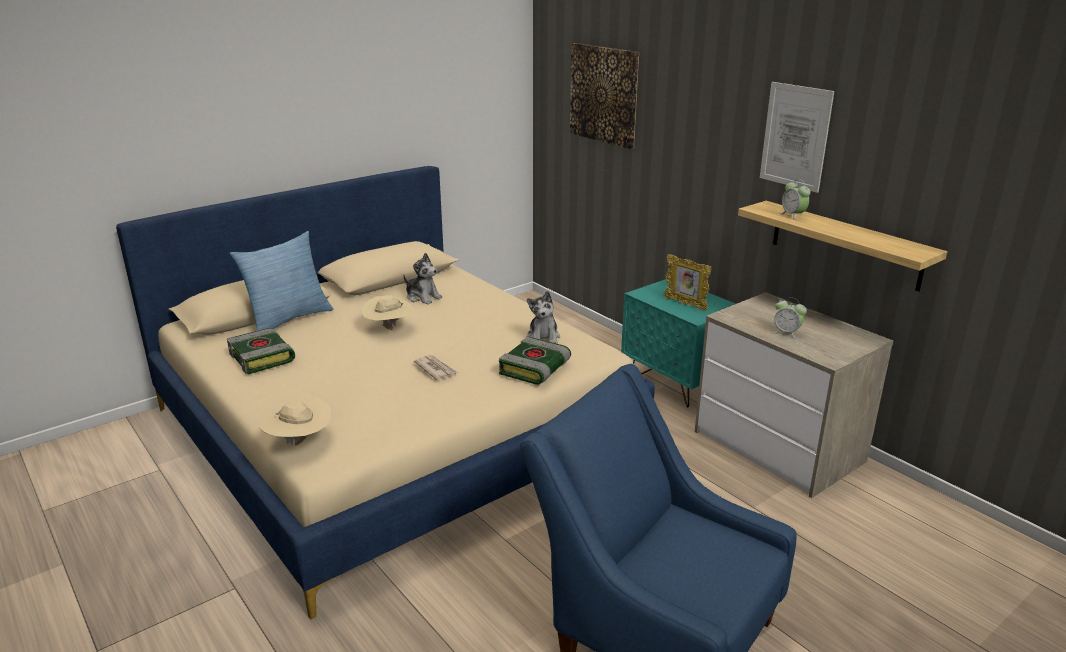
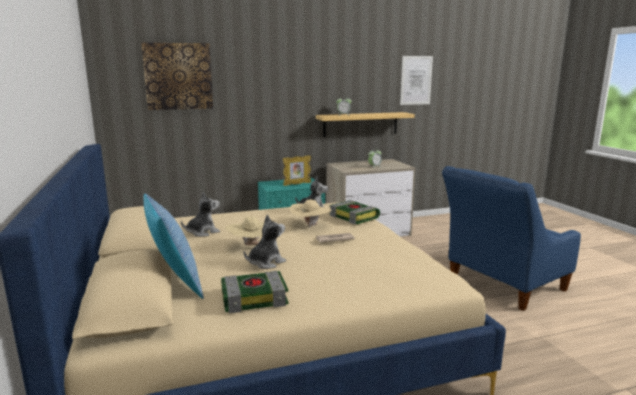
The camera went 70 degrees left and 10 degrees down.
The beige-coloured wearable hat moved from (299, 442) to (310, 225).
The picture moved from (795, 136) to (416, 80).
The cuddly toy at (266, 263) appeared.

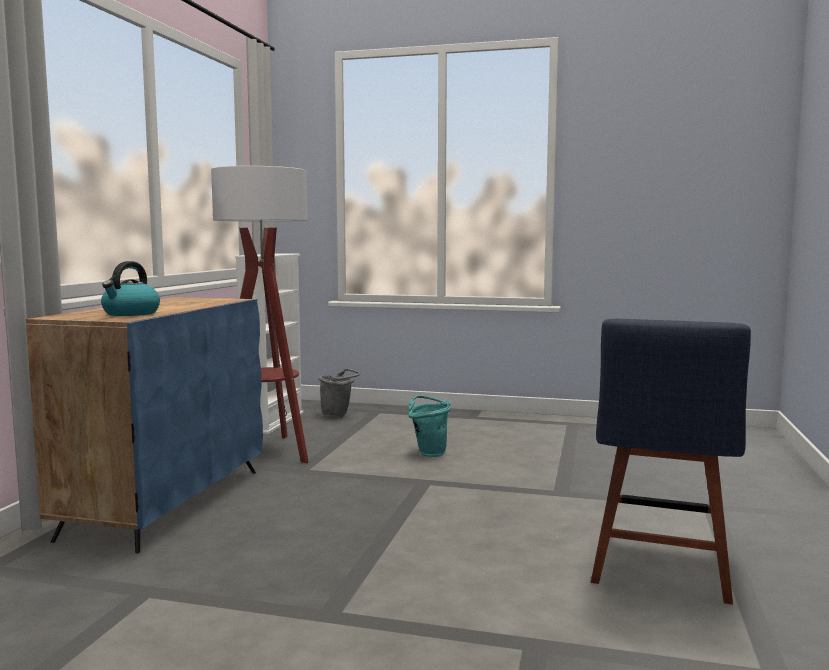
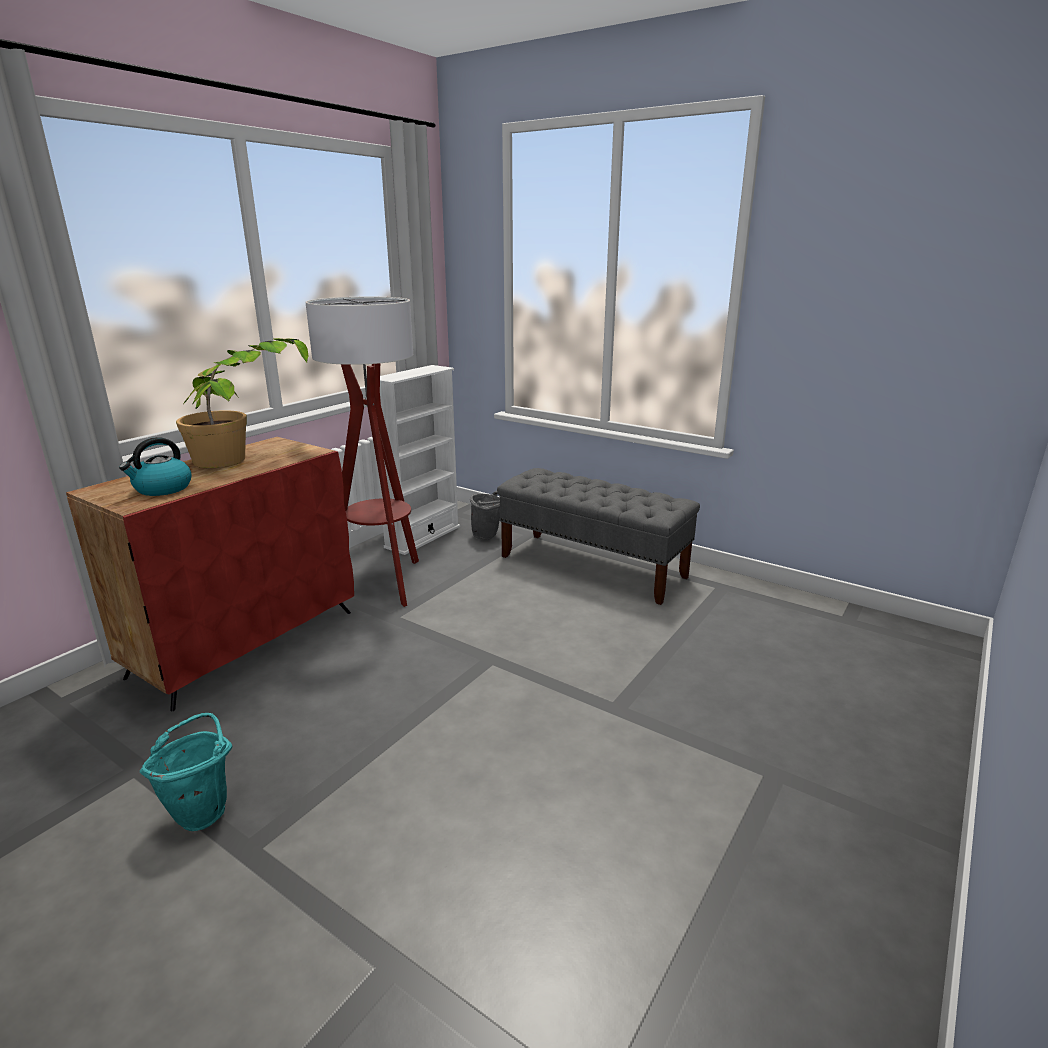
The camera went 20 degrees right and 15 degrees up.
The blue storage cabinet at (166, 502) became the reddish storage cabinet at (247, 642).
The blue-green pail moved from (429, 453) to (203, 810).
The blue chair at (660, 570) disappeared.
The plant in a pot at (247, 459) appeared.
The gray long seat at (592, 566) appeared.

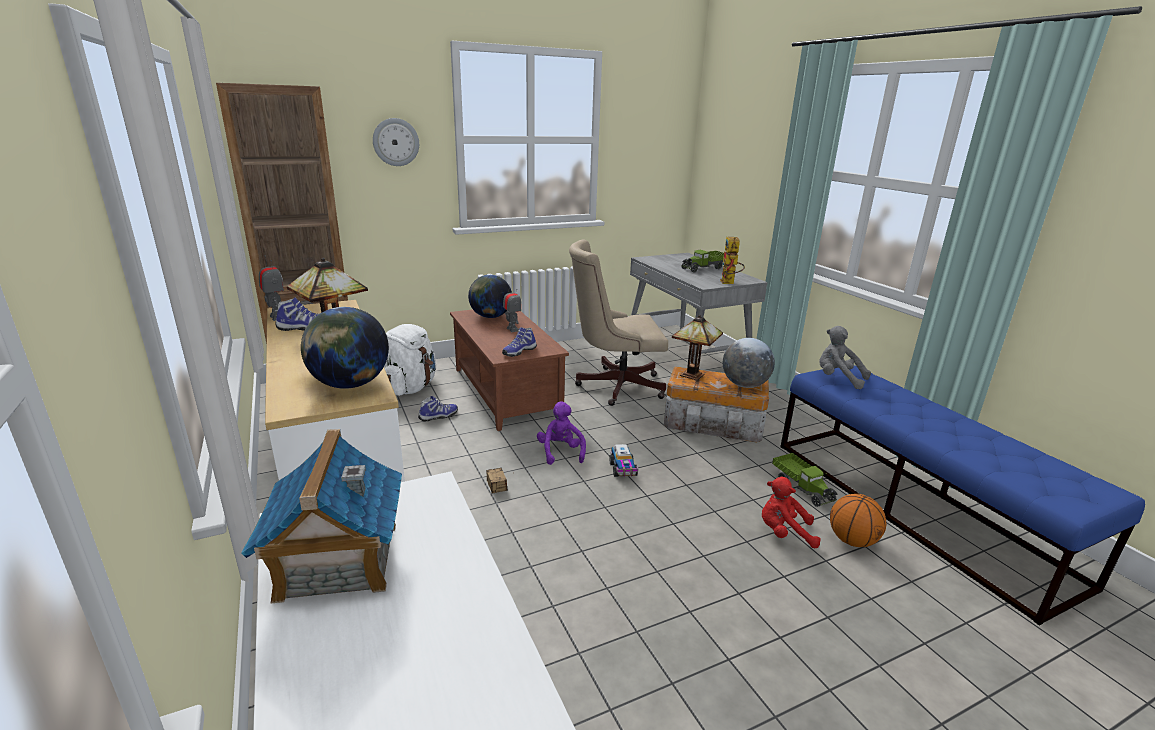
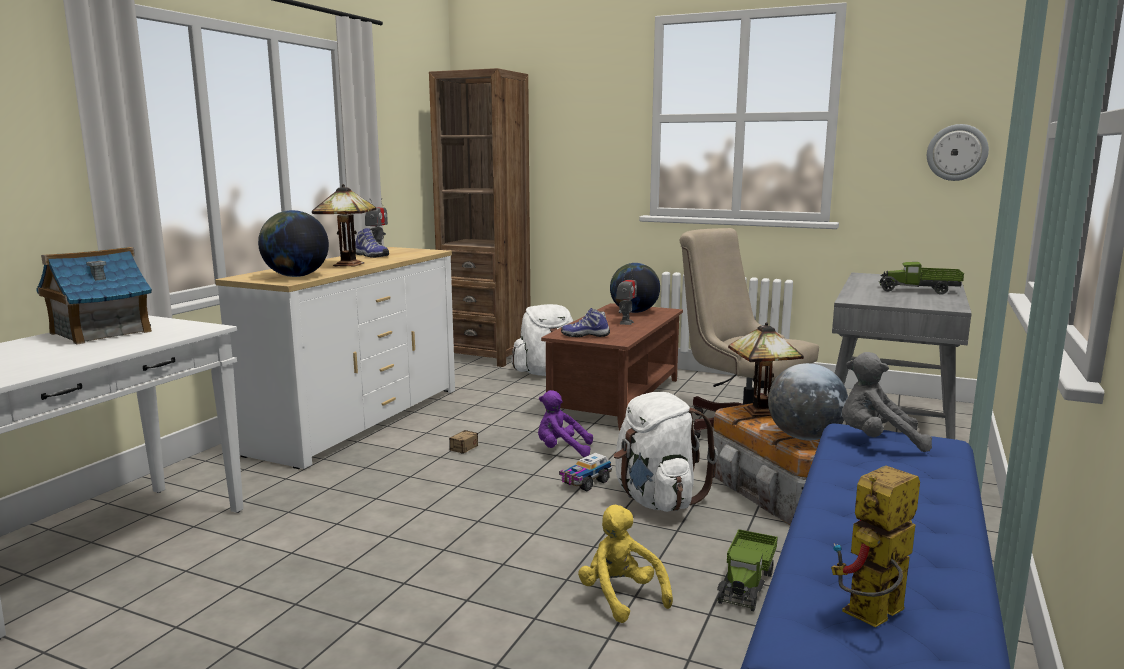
The camera went 50 degrees right and 10 degrees down.
The wall clock moved from (396, 142) to (957, 152).
The shoe at (438, 416) disappeared.
The purple-coloured cuddly toy at (560, 452) turned 120 degrees counterclockwise.
The robot figure moved from (729, 283) to (871, 618).
The reddish cuddly toy at (784, 533) became the yellow-coloured cuddly toy at (621, 597).
The gray cuddly toy at (837, 379) turned 75 degrees counterclockwise.
The ball for basketball at (852, 541) disappeared.
The whitish backpack at (656, 500) appeared.

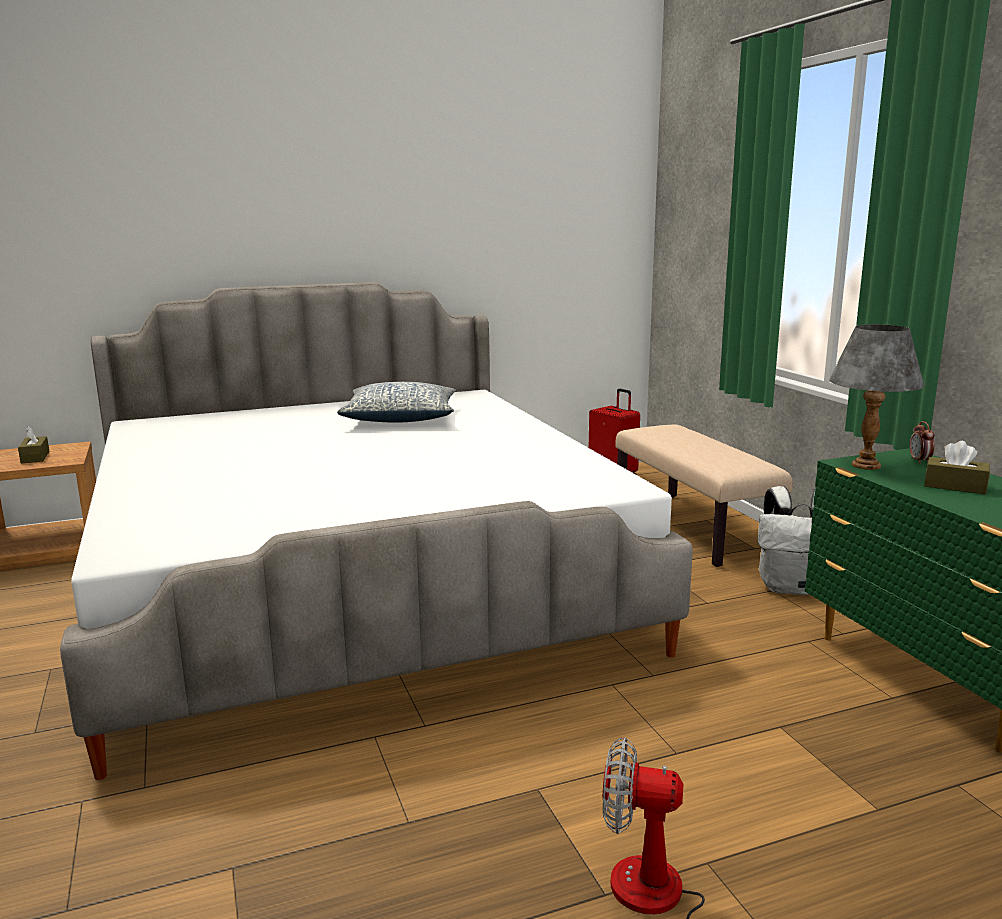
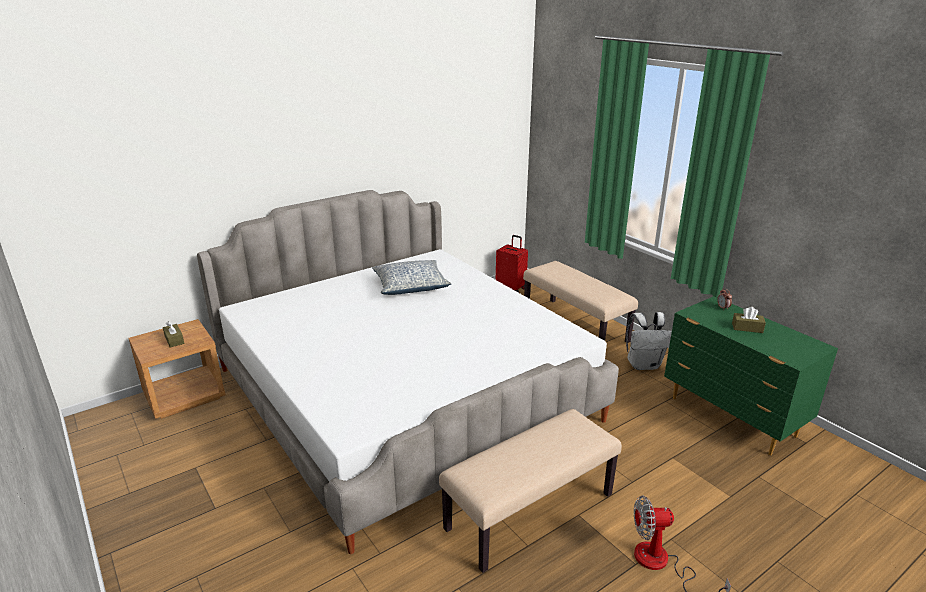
The camera went 15 degrees left and 10 degrees up.
The gray table lamp at (866, 465) disappeared.
The beige-coloured long seat at (529, 510) appeared.

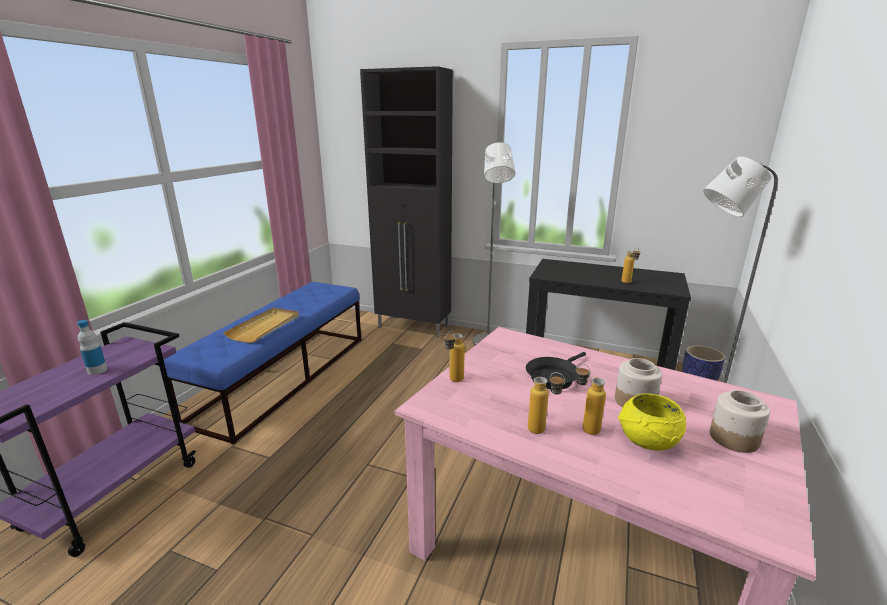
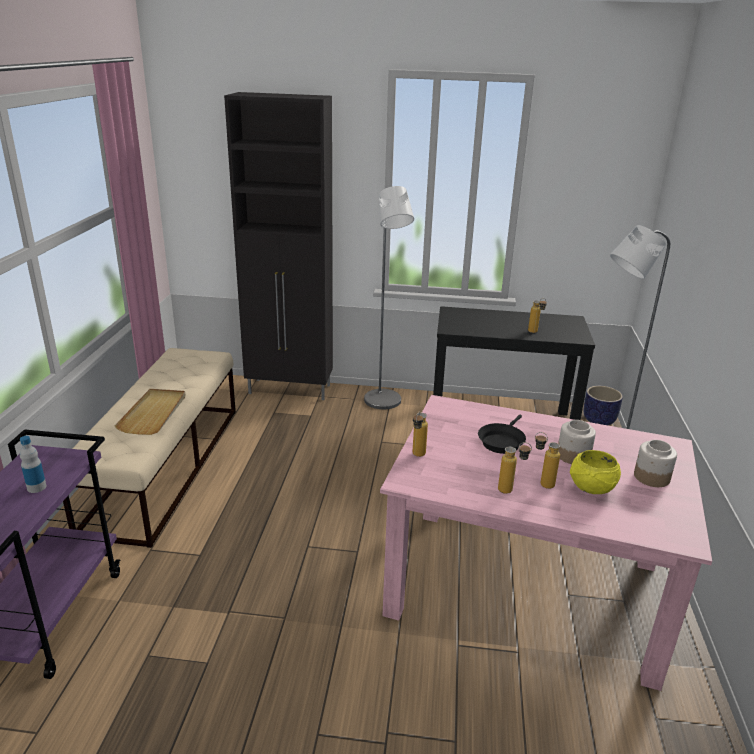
The camera went 15 degrees left and 5 degrees up.
The blue long seat at (284, 376) became the beige-coloured long seat at (165, 466).

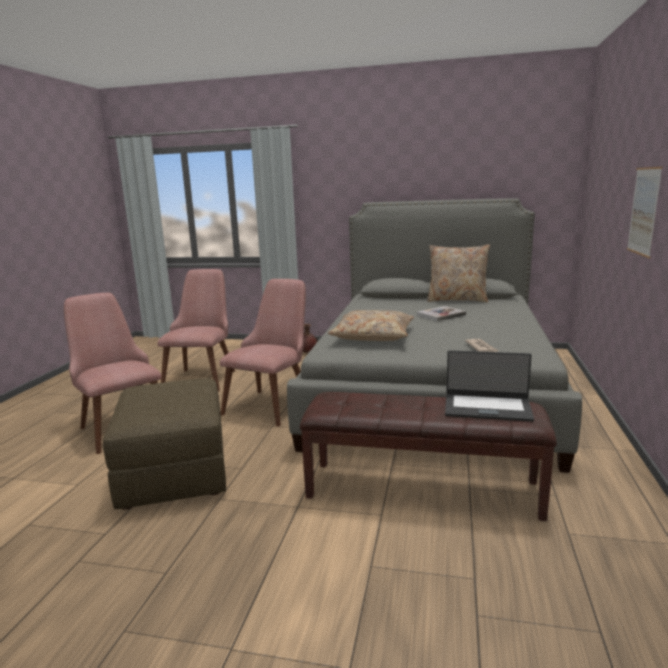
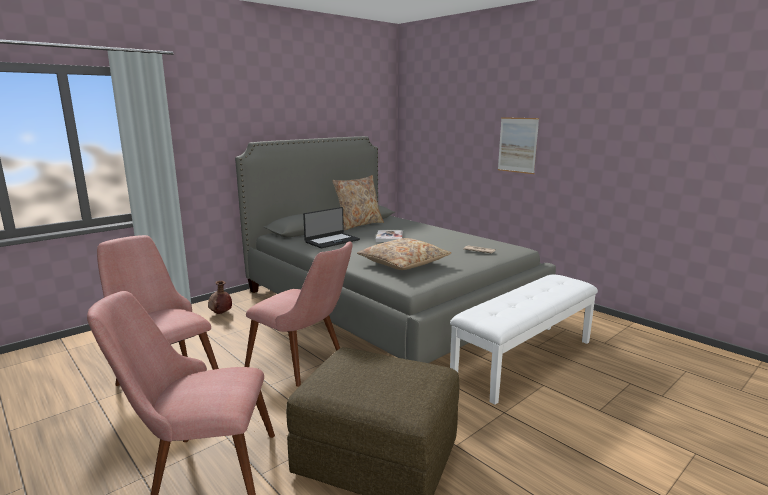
The camera went 55 degrees left and 0 degrees up.
The pink-coloured chair at (273, 403) turned 150 degrees clockwise.
The brown long seat at (422, 488) became the whitish long seat at (523, 359).
The laptop moved from (487, 407) to (332, 241).

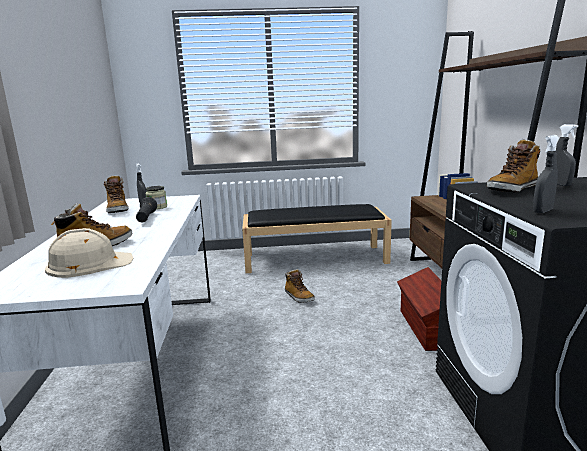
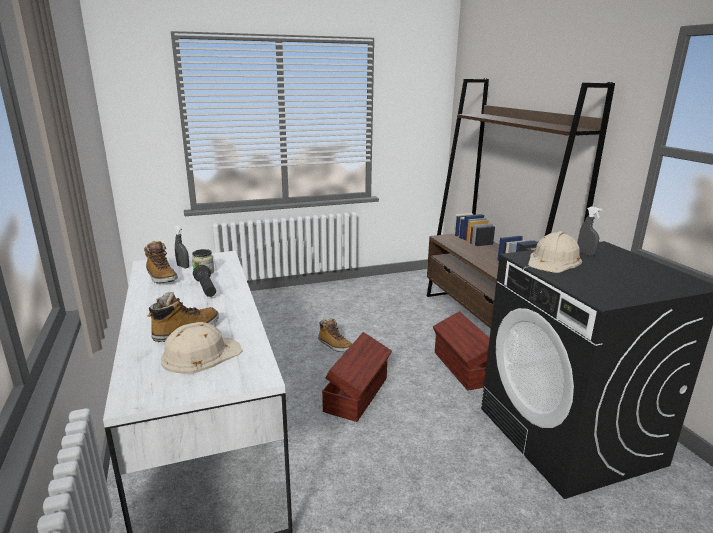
The camera went 15 degrees left and 5 degrees up.
The black long seat at (316, 258) disappeared.
The boot at (512, 189) was replaced by the beige-coloured hard hat at (553, 261).
The gray sprayer at (542, 211) disappeared.
The brown storage box at (357, 394) appeared.

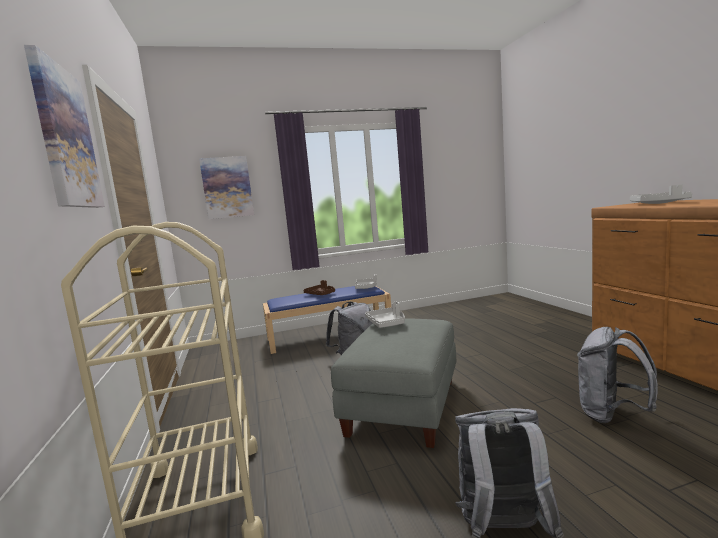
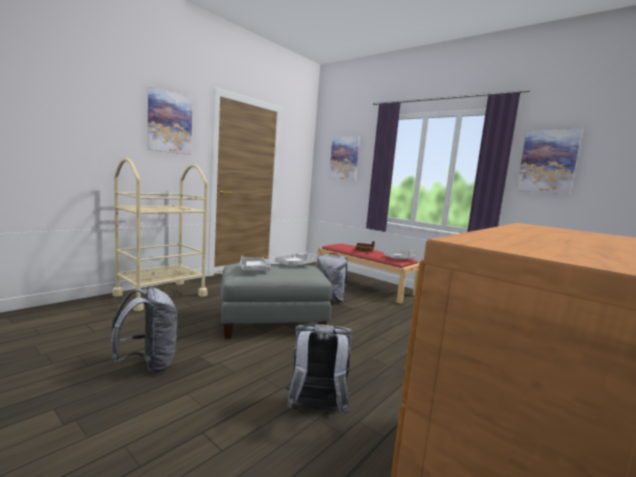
The camera went 55 degrees right and 0 degrees up.
The blue long seat at (330, 335) became the reddish long seat at (365, 286).
The gray serving tray moved from (659, 203) to (253, 269).
The picture at (548, 161) appeared.

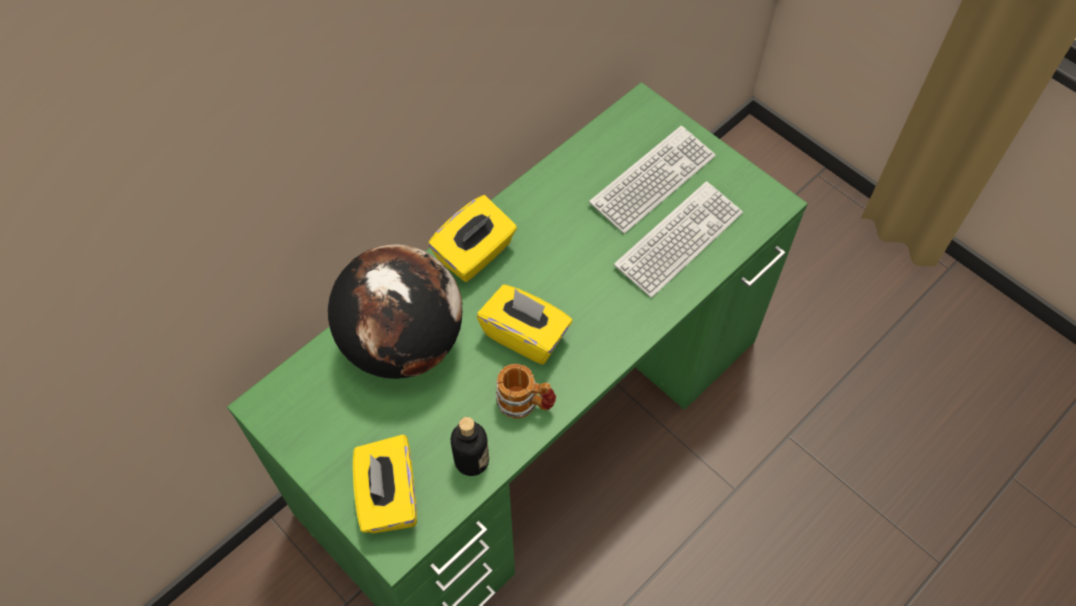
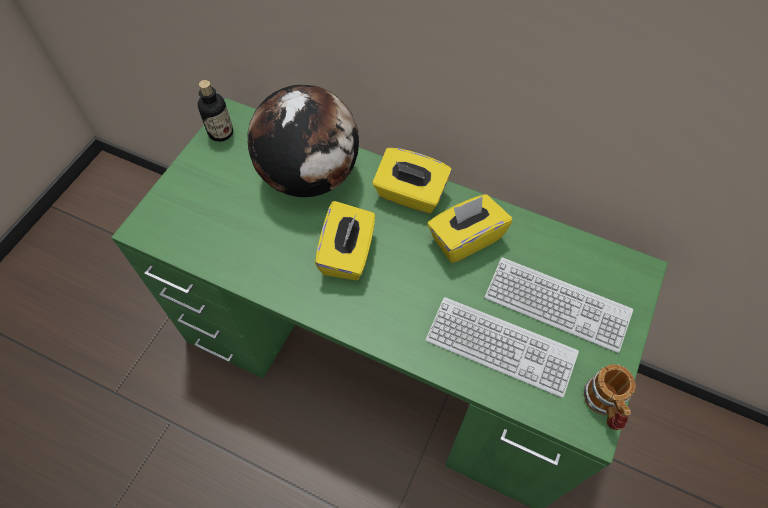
The camera went 70 degrees right and 0 degrees up.
The yellow-coloured tissue box moved from (388, 497) to (465, 239).
The drink bottle moved from (472, 460) to (221, 133).
The coffee mug moved from (525, 403) to (604, 405).

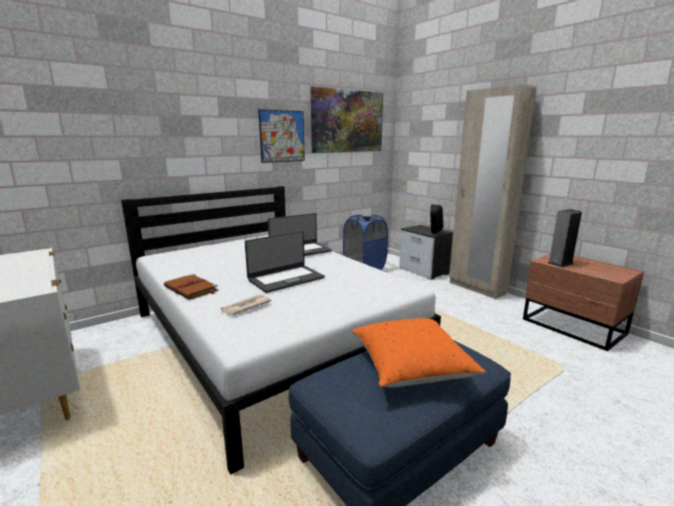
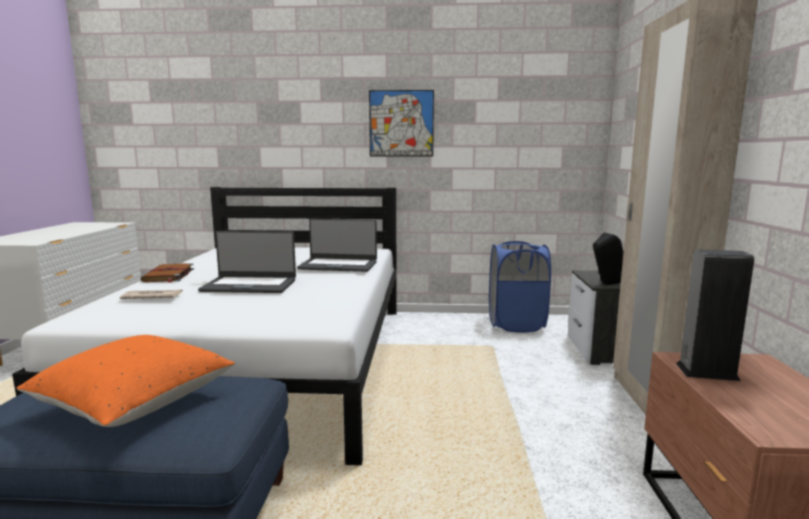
The camera went 40 degrees right and 5 degrees down.
The picture at (347, 121) disappeared.

